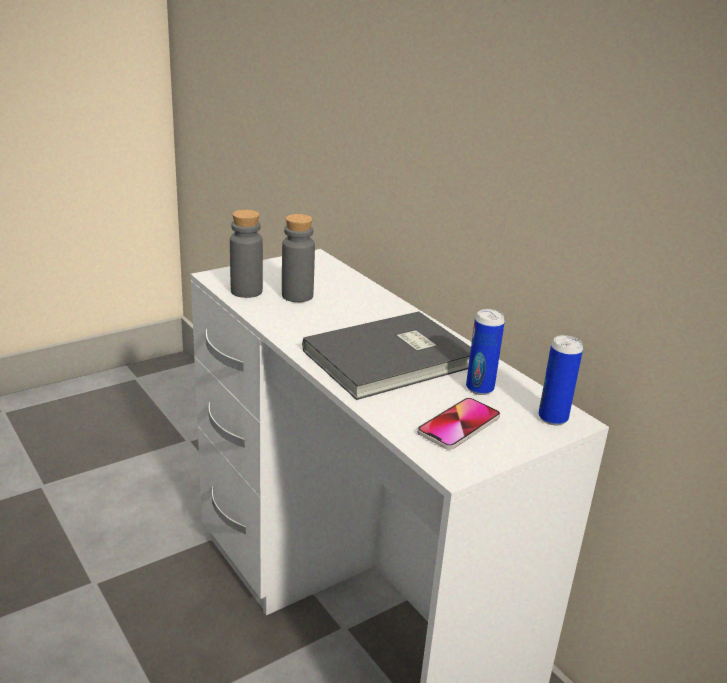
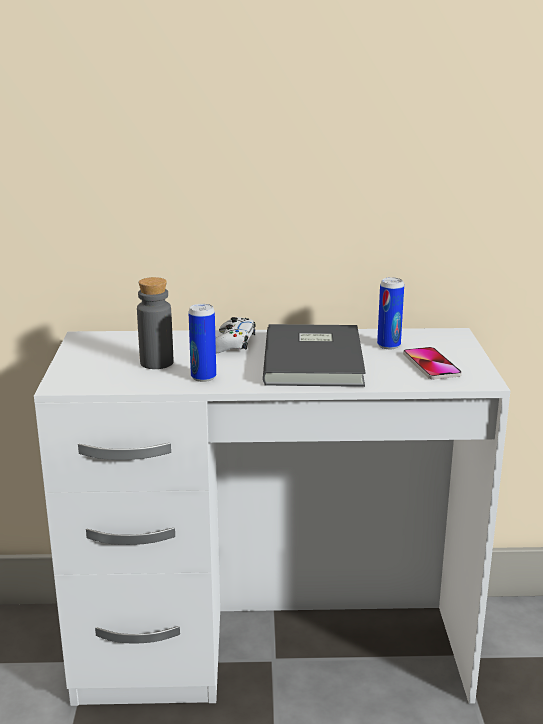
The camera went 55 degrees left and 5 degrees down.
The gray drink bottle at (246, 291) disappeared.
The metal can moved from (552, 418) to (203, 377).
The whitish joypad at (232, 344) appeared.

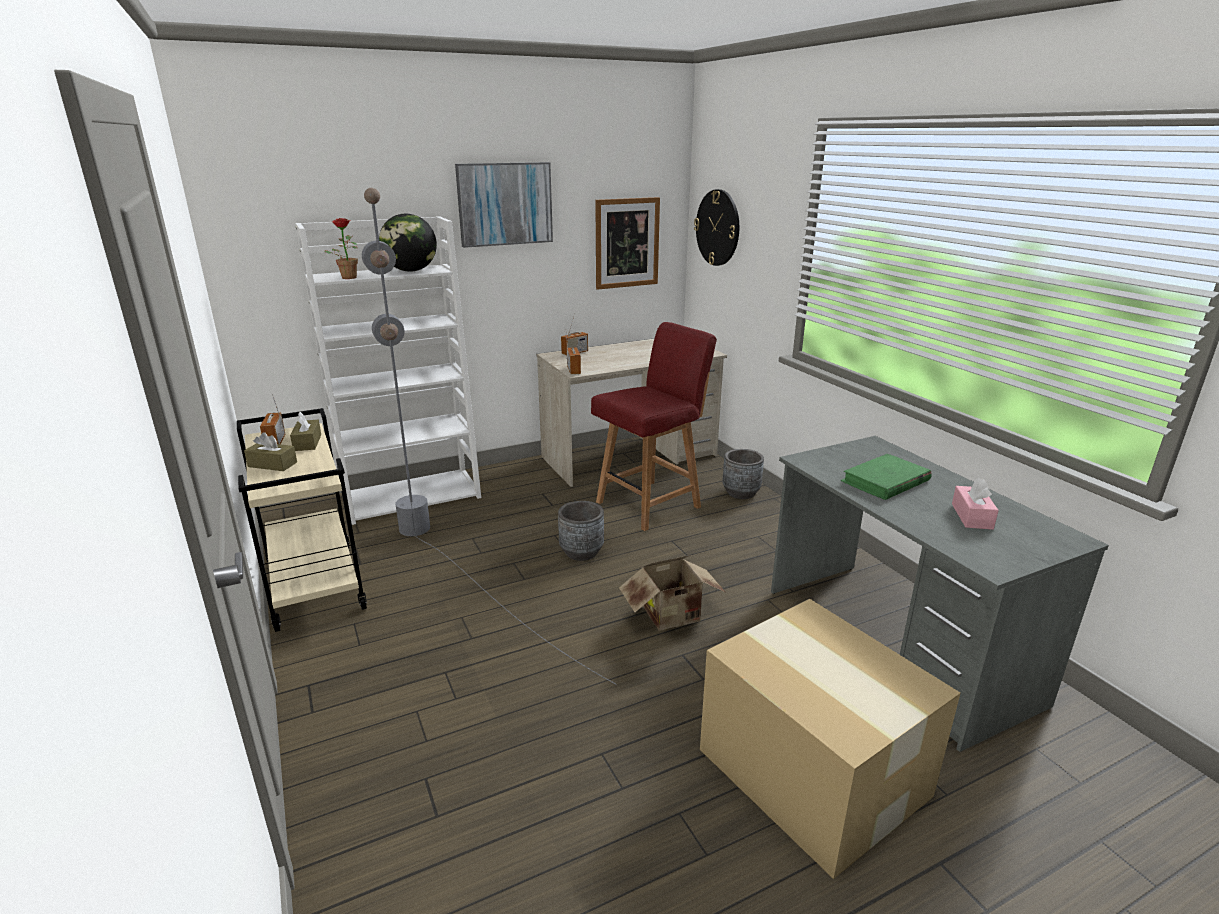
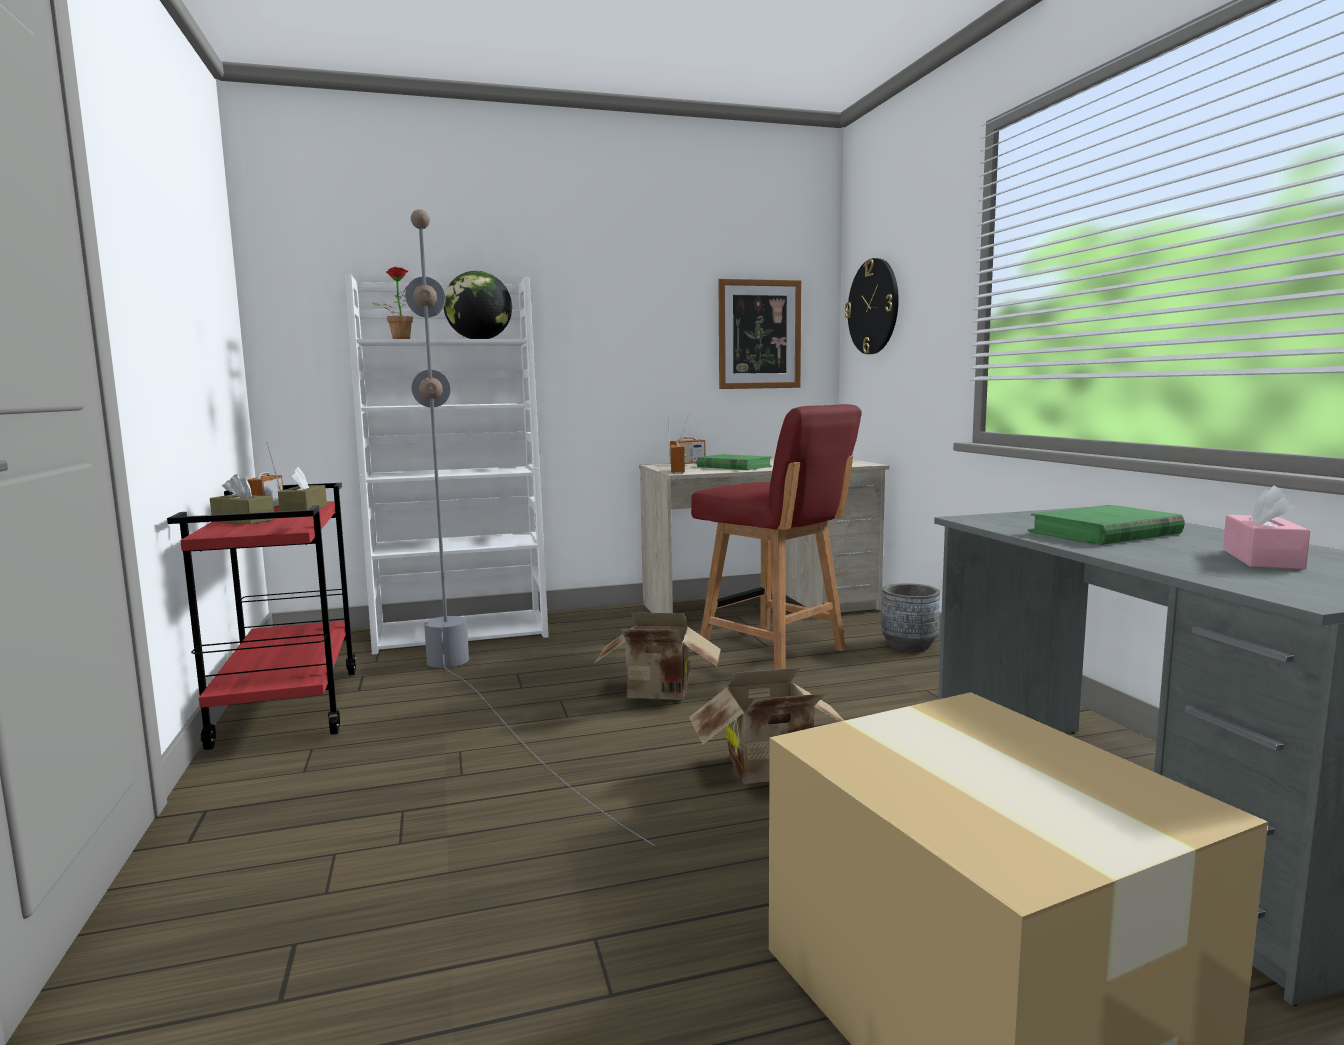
The camera went 10 degrees right and 15 degrees down.
The beige-coloured wheeled cart at (313, 584) became the reddish wheeled cart at (287, 707).
The picture at (505, 204) disappeared.
The gray planter at (581, 552) was replaced by the packing box at (660, 694).
The reddish chair at (650, 504) turned 75 degrees clockwise.
The green volume at (733, 467) appeared.

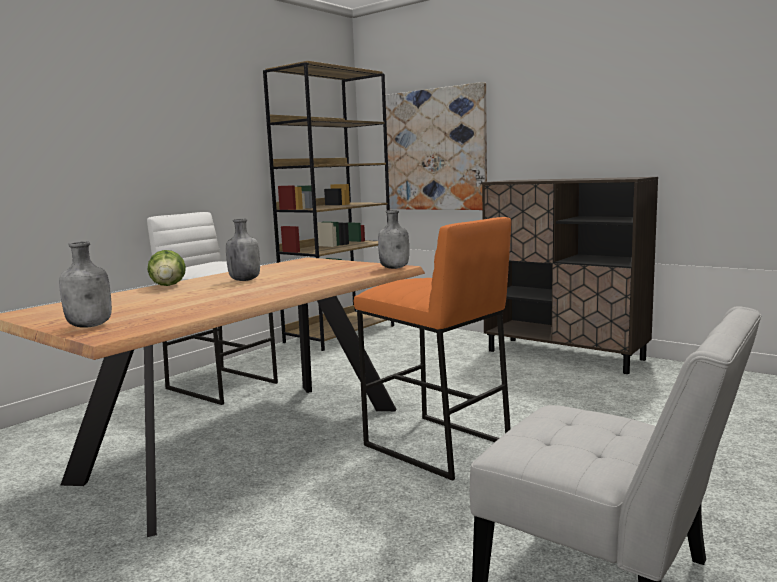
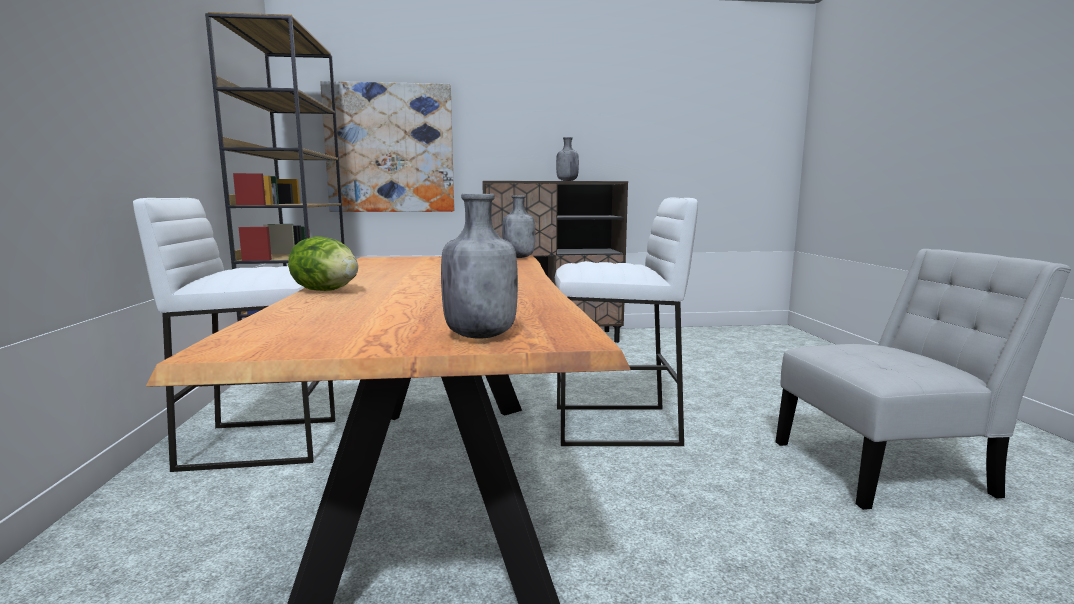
The camera went 45 degrees left and 0 degrees up.
The gray drink bottle moved from (245, 280) to (566, 181).
The orangey sitting stool at (435, 446) became the whitish sitting stool at (615, 426).

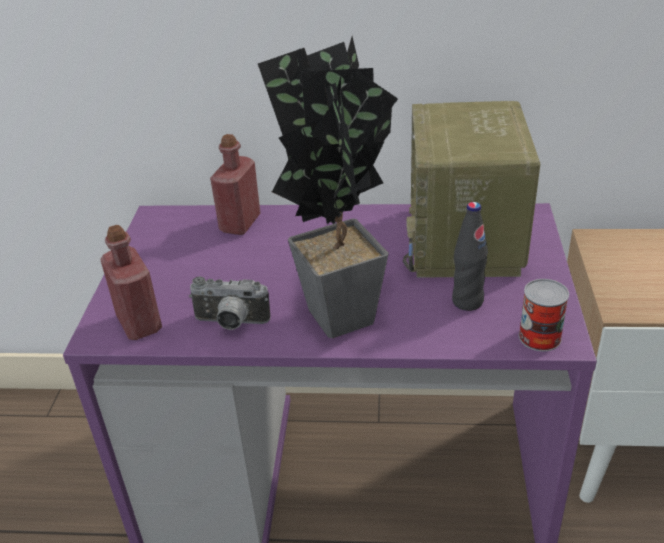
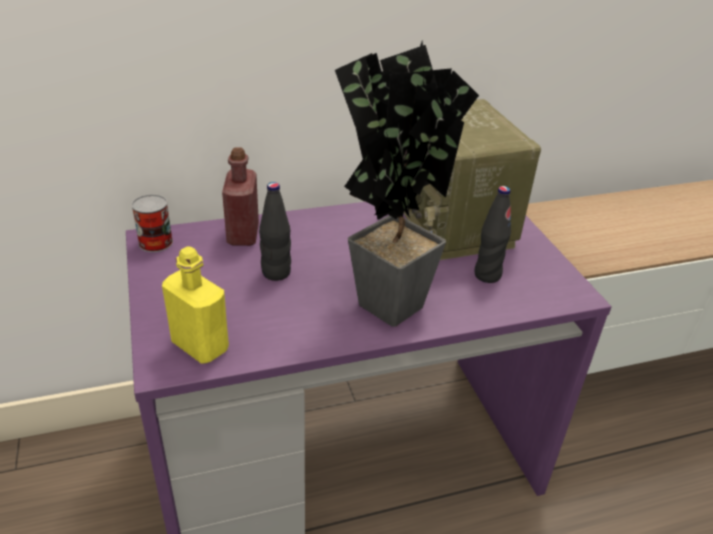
The camera went 25 degrees left and 0 degrees up.
The reddish drink bottle at (139, 323) became the yellow-coloured drink bottle at (200, 346).
The photo camera at (230, 323) disappeared.
The metal can moved from (539, 337) to (155, 242).
The black drink bottle at (276, 273) appeared.

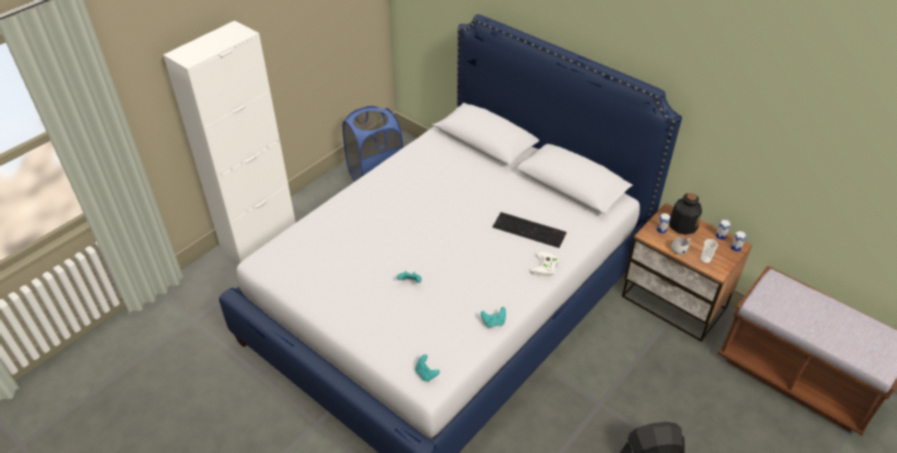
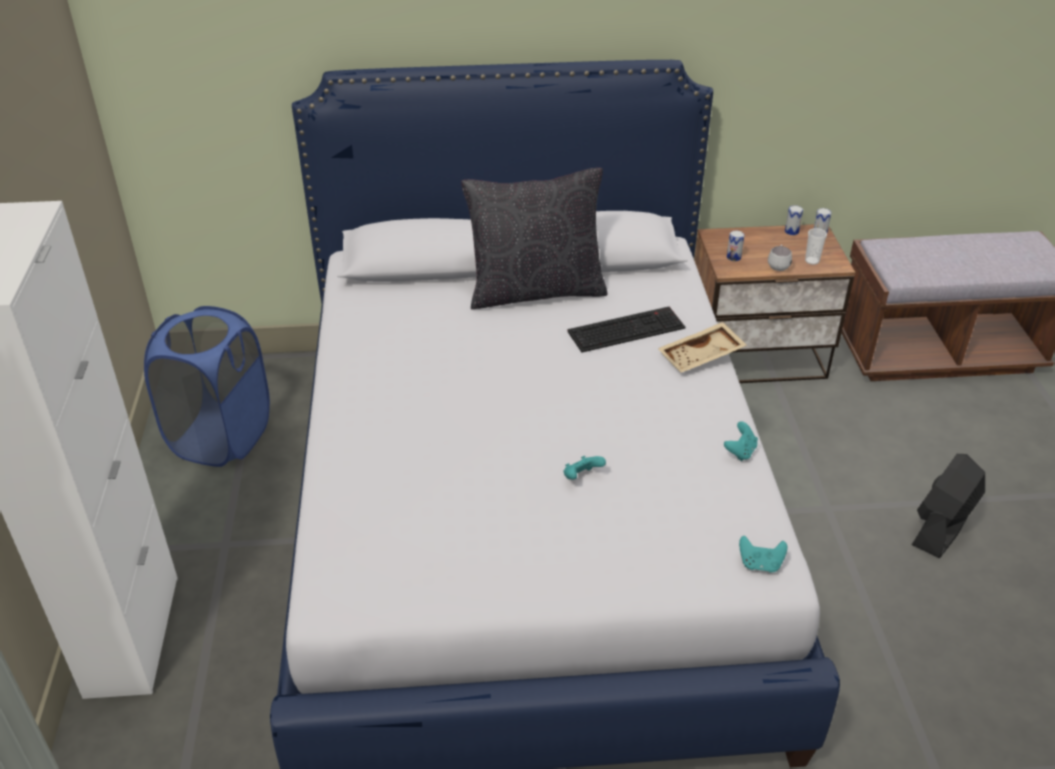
The camera went 45 degrees left and 5 degrees down.
The whitish joypad at (545, 267) was replaced by the beige-coloured serving tray at (701, 357).
The drink bottle at (682, 225) disappeared.
The black pillow at (535, 291) appeared.

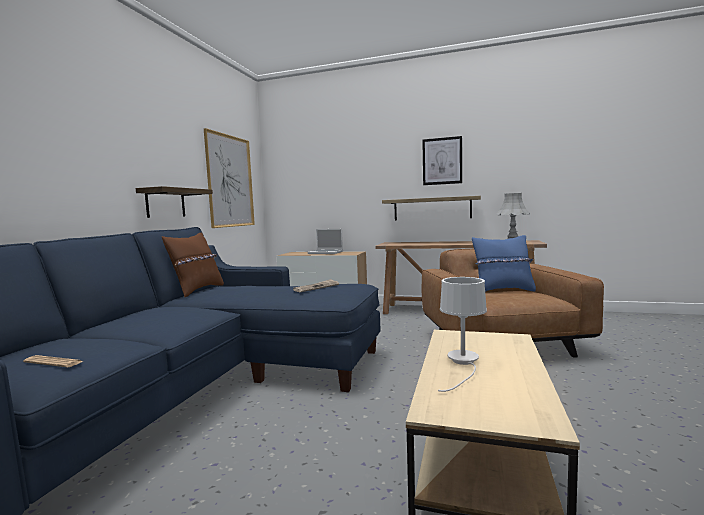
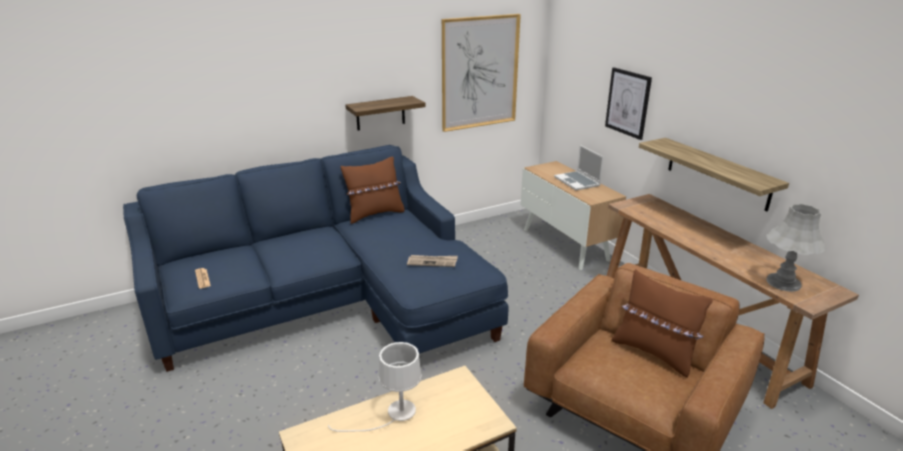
The camera went 45 degrees right and 20 degrees up.
The picture moved from (442, 161) to (628, 103).
The blue pillow at (503, 290) became the brown pillow at (654, 353).

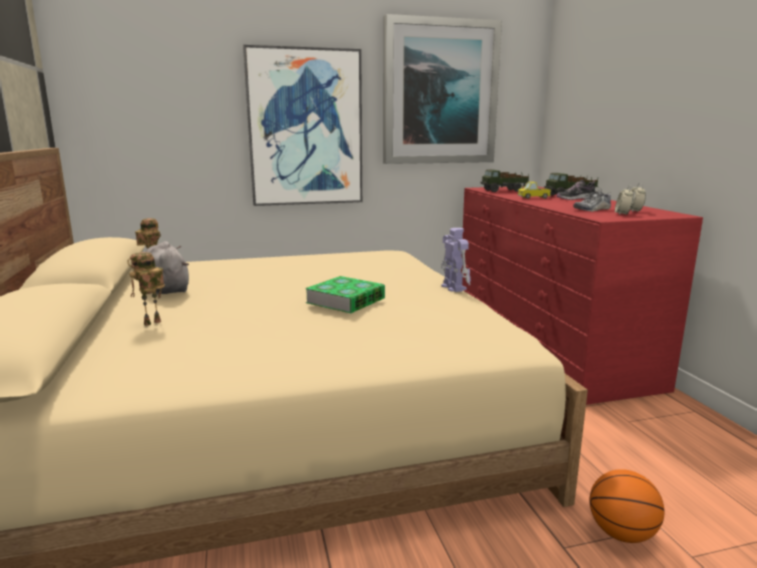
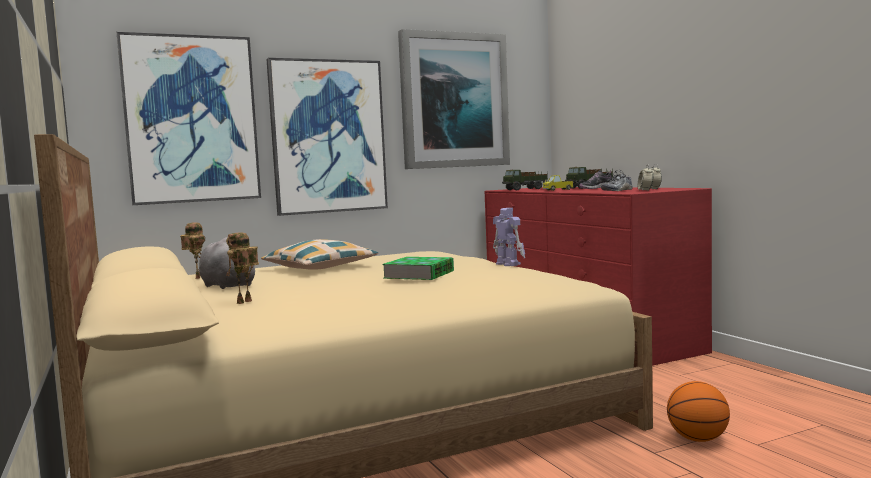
The camera went 10 degrees left and 10 degrees down.
The picture at (191, 120) appeared.
The pillow at (320, 267) appeared.

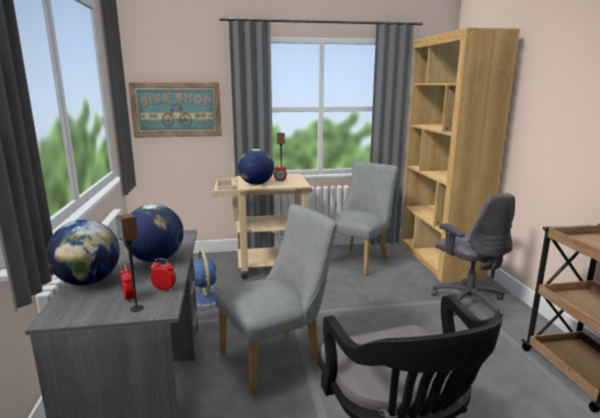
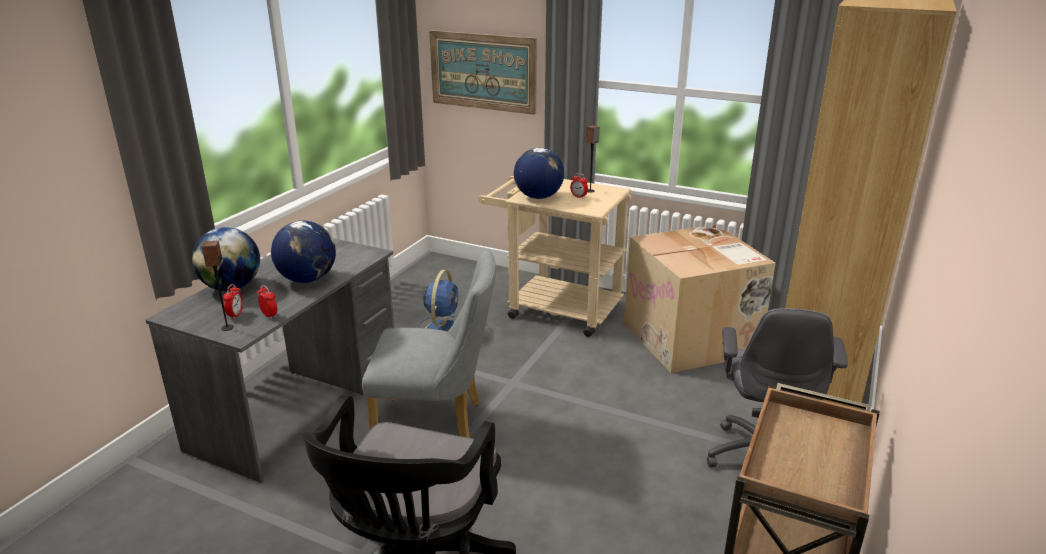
The camera went 35 degrees right and 10 degrees up.
The gray chair at (359, 259) was replaced by the packing box at (692, 339).

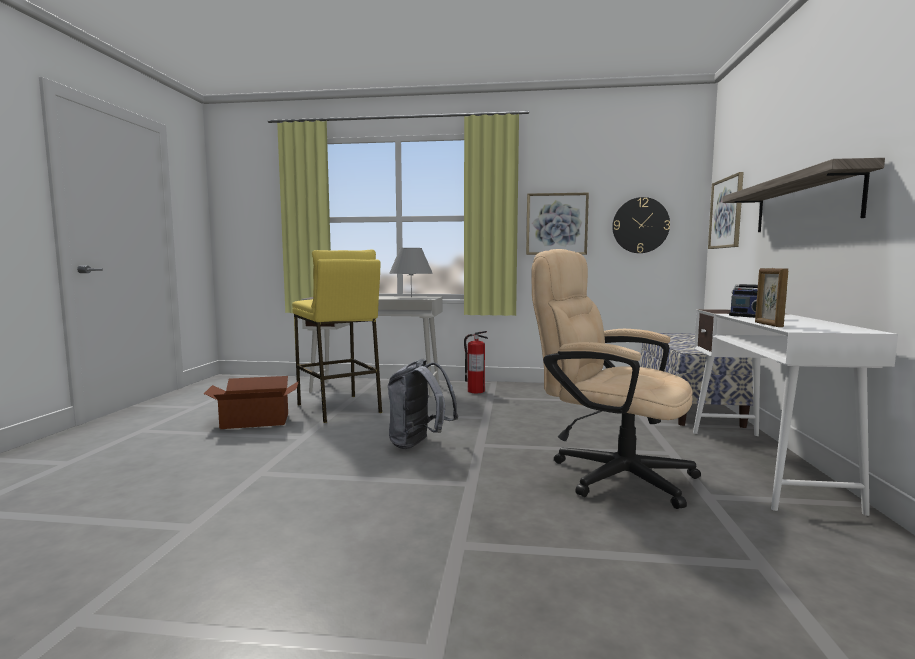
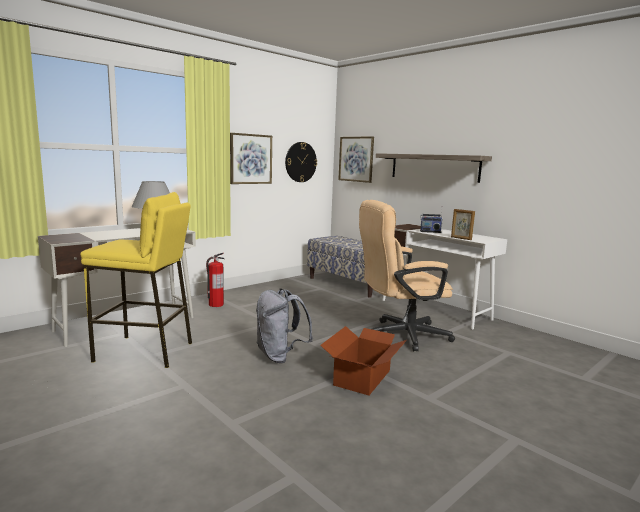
The camera went 50 degrees left and 5 degrees up.
The packing box moved from (256, 421) to (363, 377).

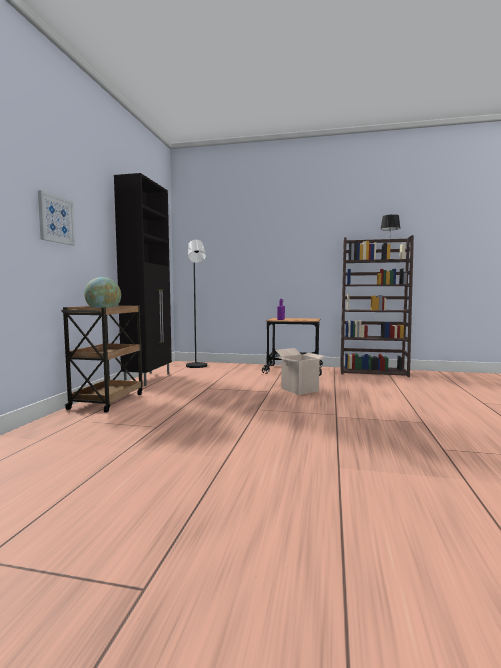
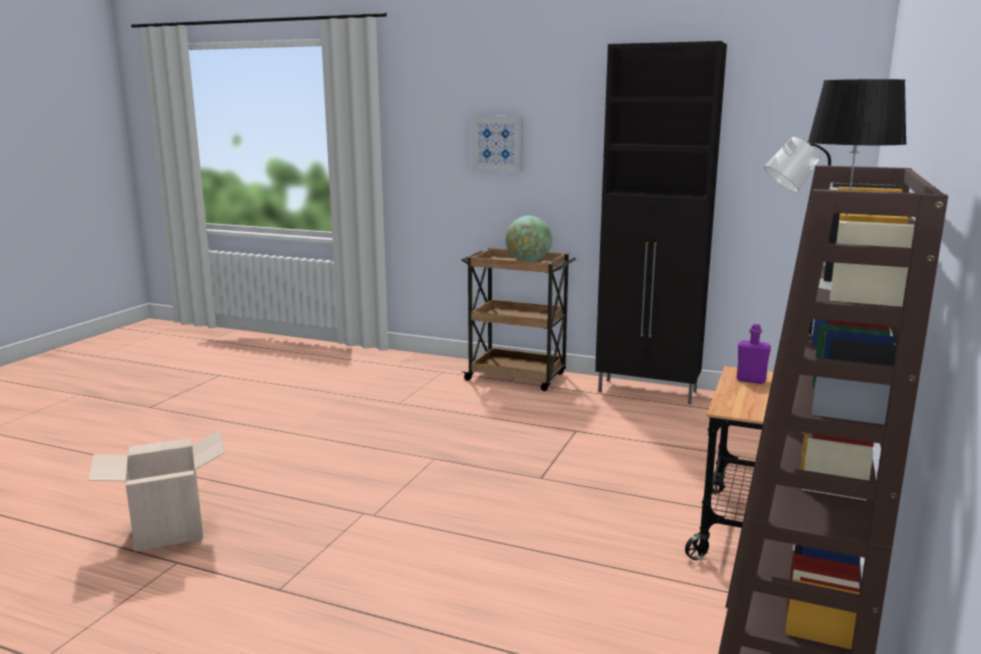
The camera went 100 degrees right and 10 degrees up.
The packing box moved from (300, 390) to (169, 530).

